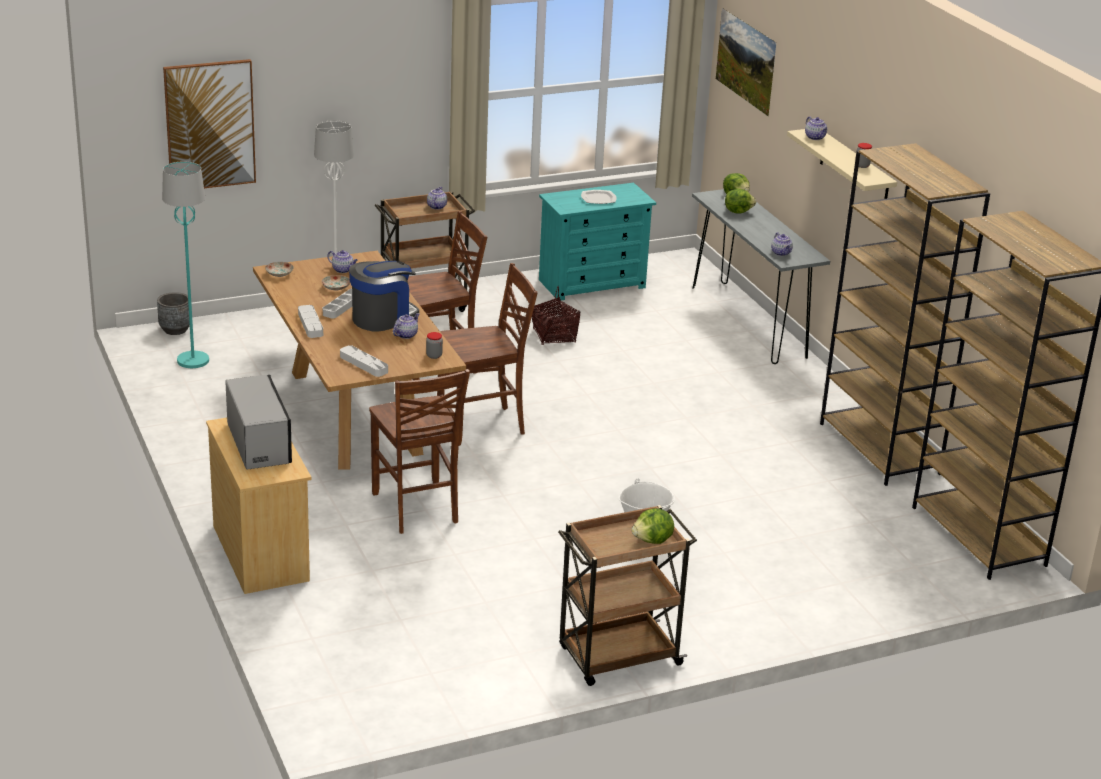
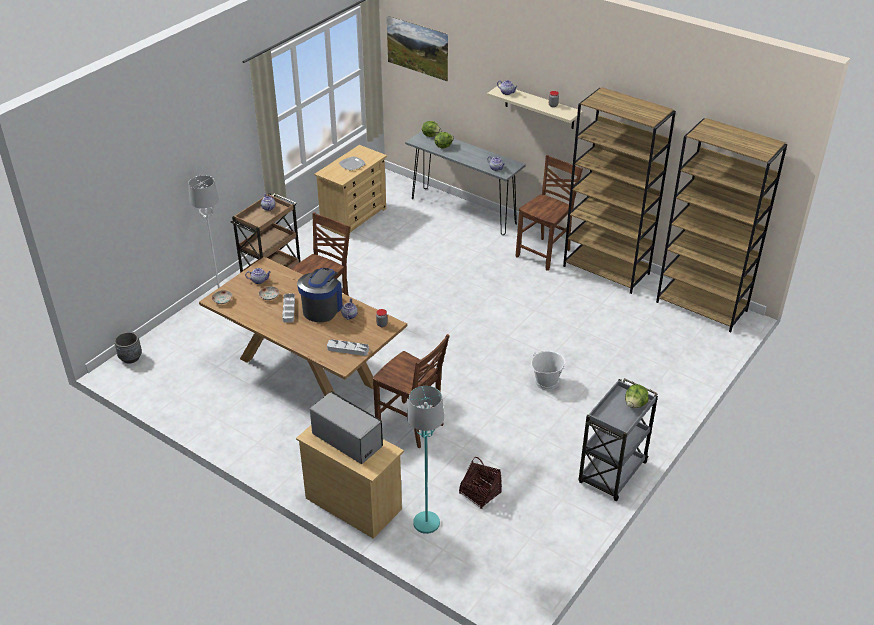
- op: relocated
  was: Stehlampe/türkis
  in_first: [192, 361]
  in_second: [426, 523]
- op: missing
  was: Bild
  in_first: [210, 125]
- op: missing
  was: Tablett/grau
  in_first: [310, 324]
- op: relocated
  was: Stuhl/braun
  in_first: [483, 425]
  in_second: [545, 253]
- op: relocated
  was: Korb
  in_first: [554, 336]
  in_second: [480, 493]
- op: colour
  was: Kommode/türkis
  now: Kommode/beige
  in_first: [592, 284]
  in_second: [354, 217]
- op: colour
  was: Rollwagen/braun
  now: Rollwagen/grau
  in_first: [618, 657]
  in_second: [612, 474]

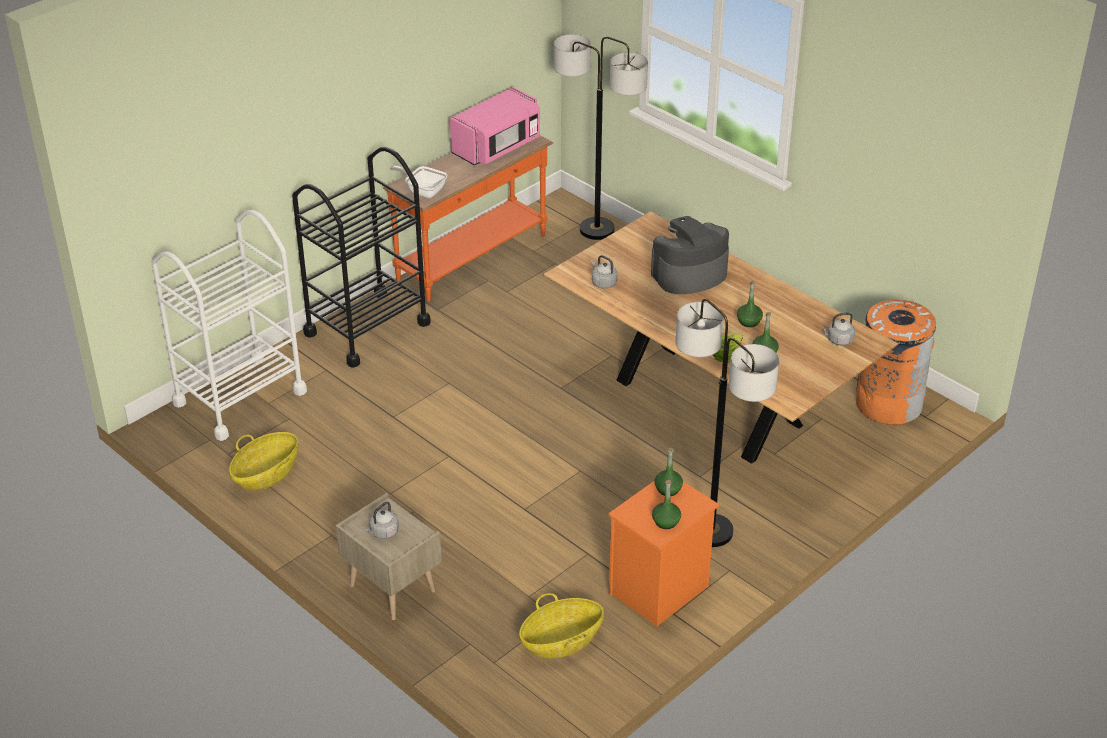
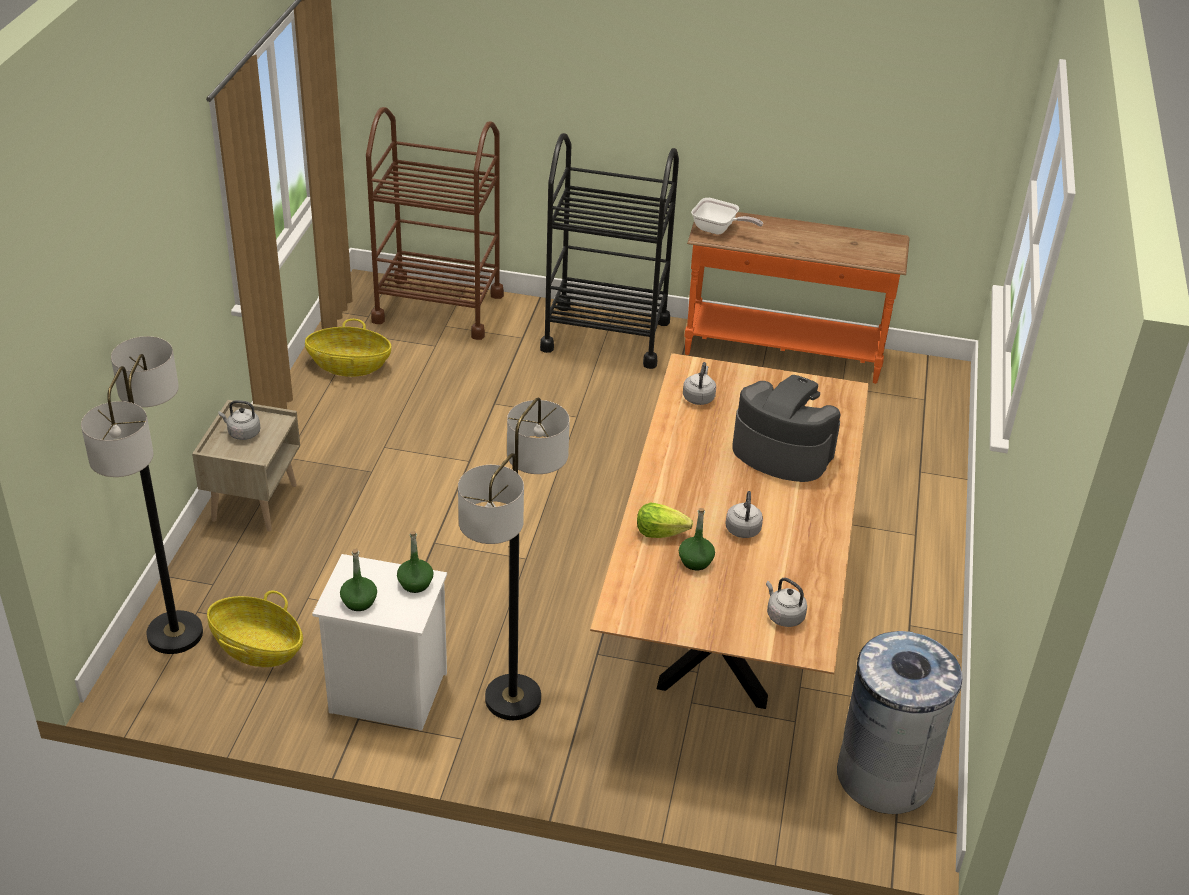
- op: colour
  was: Rollwagen/weiß
  now: Rollwagen/braun
  in_first: [239, 397]
  in_second: [438, 308]
- op: spun
  was: Pfanne
  in_first: [423, 191]
  in_second: [718, 230]
  clockwise: 120
- op: missing
  was: Mikrowelle/rosa
  in_first: [497, 147]
- op: relocated
  was: Stehlampe
  in_first: [596, 229]
  in_second: [175, 634]
- op: colour
  was: Nachttisch/orange
  now: Nachttisch/weiß
  in_first: [659, 591]
  in_second: [385, 693]
- op: exchanged
  was: Flasche/grün
  now: Wasserkessel/grau
  in_first: [749, 321]
  in_second: [743, 528]
- op: colour
  was: Mülleimer/orange
  now: Mülleimer/grau
  in_first: [888, 403]
  in_second: [884, 775]

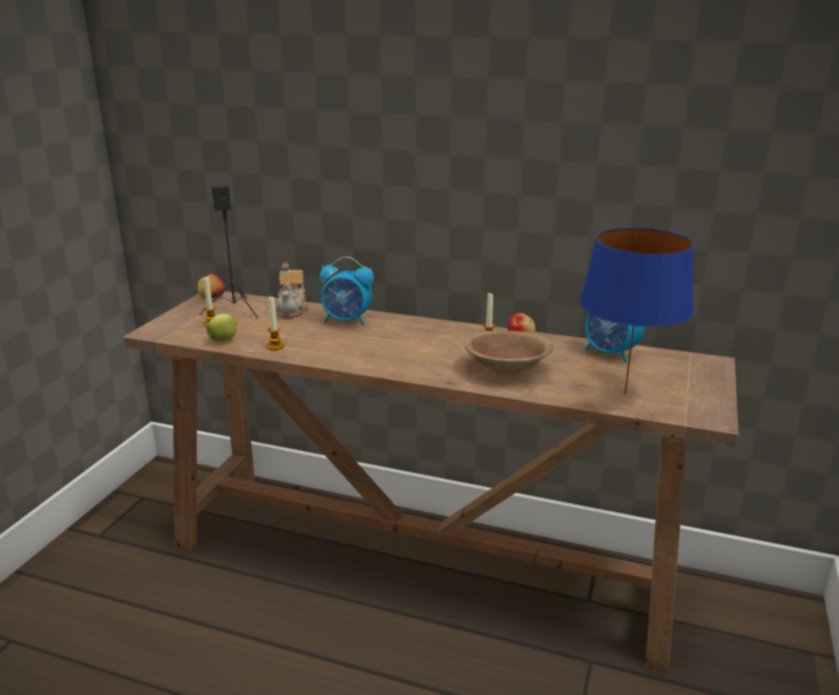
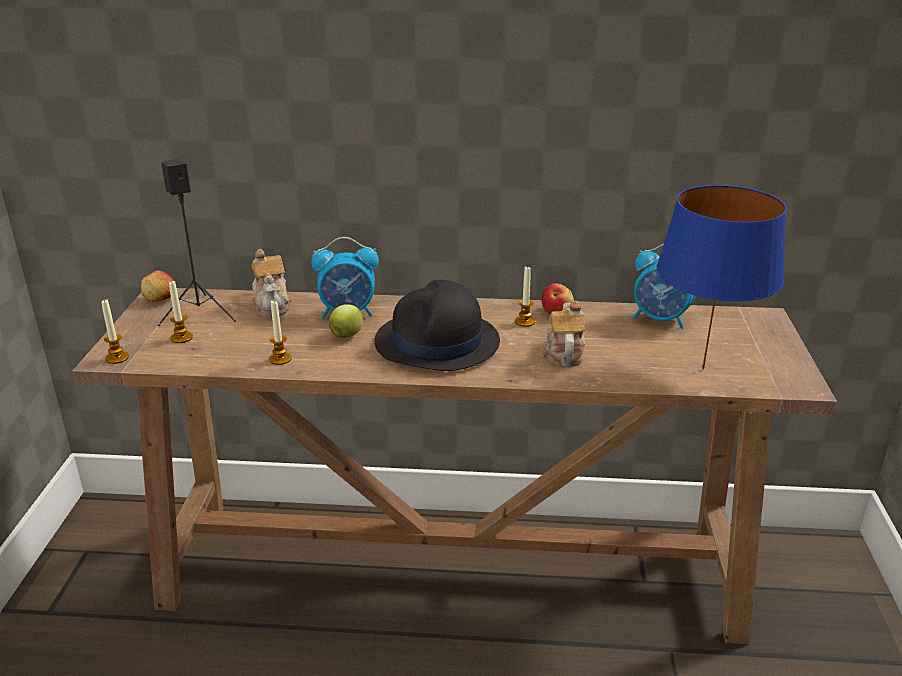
- op: relocated
  was: Apfel
  in_first: [224, 340]
  in_second: [347, 335]
- op: exchanged
  was: Schüssel/braun
  now: Teekanne
  in_first: [506, 368]
  in_second: [563, 353]
- op: appeared
  now: Kerze
  in_second: [117, 358]
- op: appeared
  now: Hut/schwarz
  in_second: [437, 343]

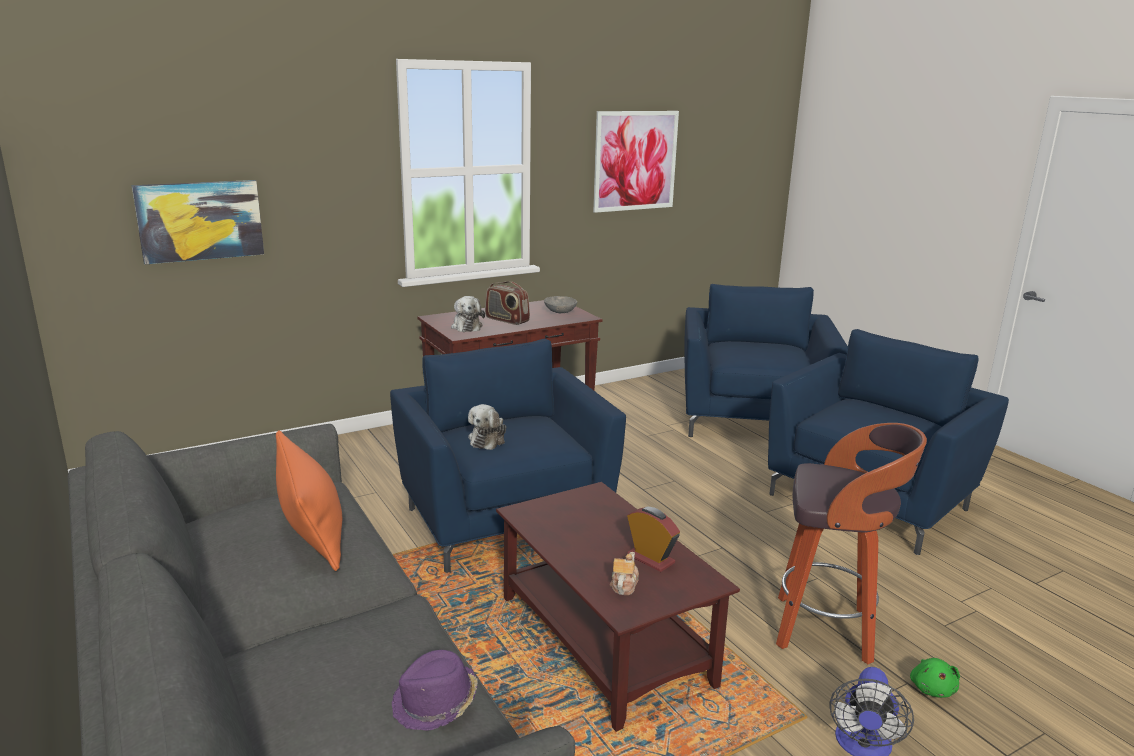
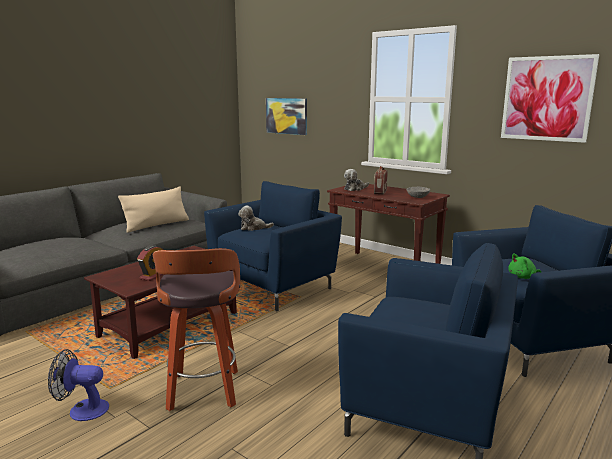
- op: colour
  was: Kissen/orange
  now: Kissen/beige
  in_first: [312, 531]
  in_second: [157, 225]
- op: missing
  was: Hut/lila
  in_first: [435, 703]
- op: missing
  was: Teekanne
  in_first: [624, 585]
- op: relocated
  was: Plüschtier/grün
  in_first: [932, 688]
  in_second: [523, 277]

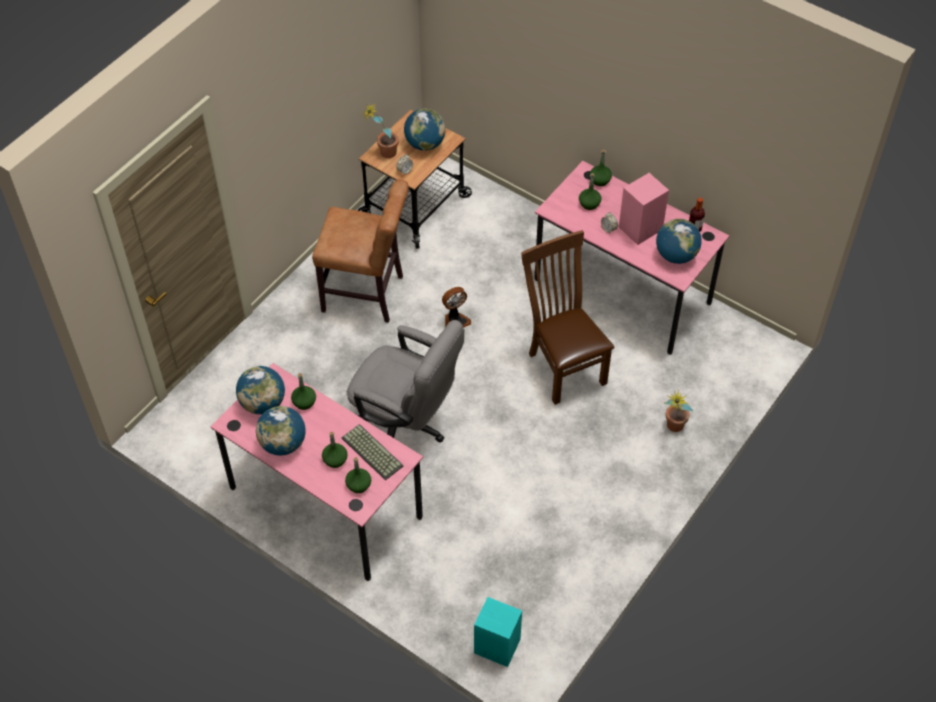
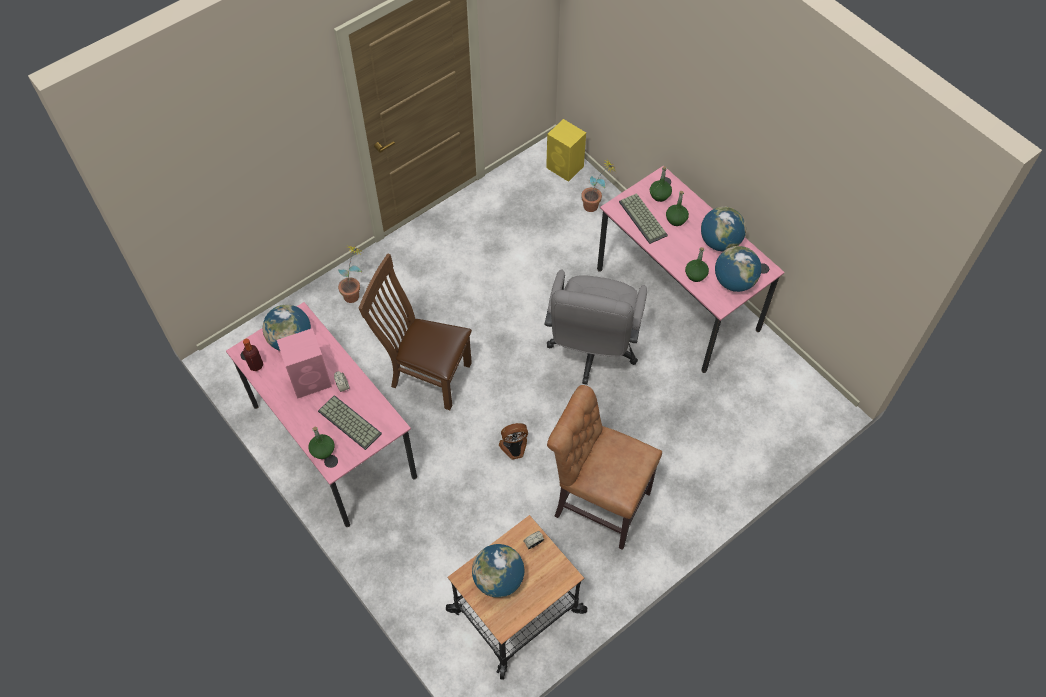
- op: spun
  was: Bürostuhl/grau
  in_first: [405, 425]
  in_second: [591, 351]
  clockwise: -120
- op: relocated
  was: Topfpflanze
  in_first: [383, 153]
  in_second: [595, 205]
- op: colour
  was: Lautsprecher/türkis
  now: Lautsprecher/gelb
  in_first: [496, 645]
  in_second: [565, 167]
- op: spun
  was: Stuhl/braun
  in_first: [563, 365]
  in_second: [426, 375]
  clockwise: 120
- op: exchanged
  was: Flasche/grün
  now: Tastatur
  in_first: [589, 203]
  in_second: [348, 423]

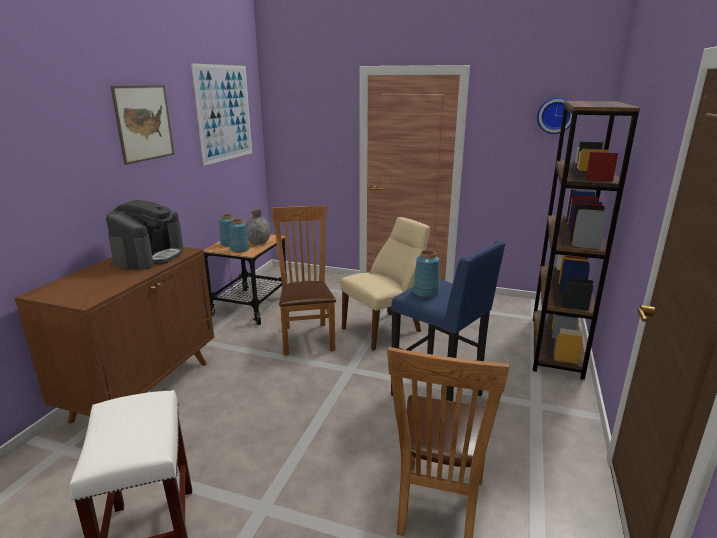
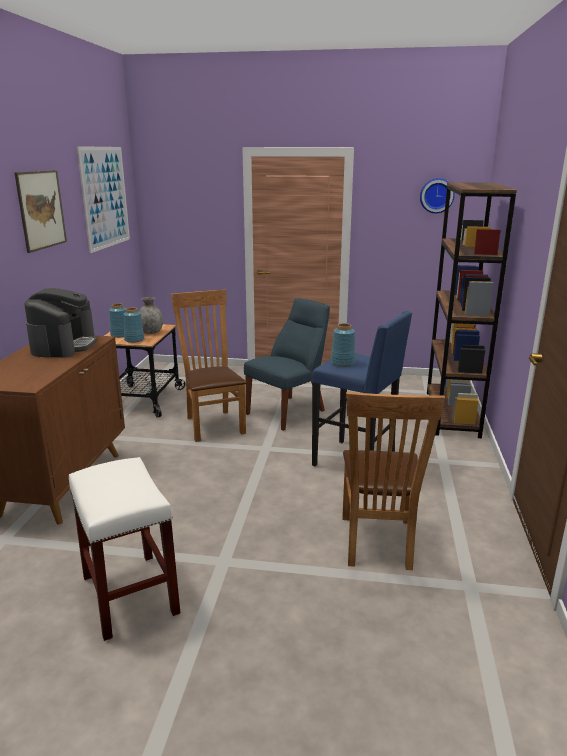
- op: colour
  was: Stuhl/beige
  now: Stuhl/blau
  in_first: [385, 329]
  in_second: [289, 411]

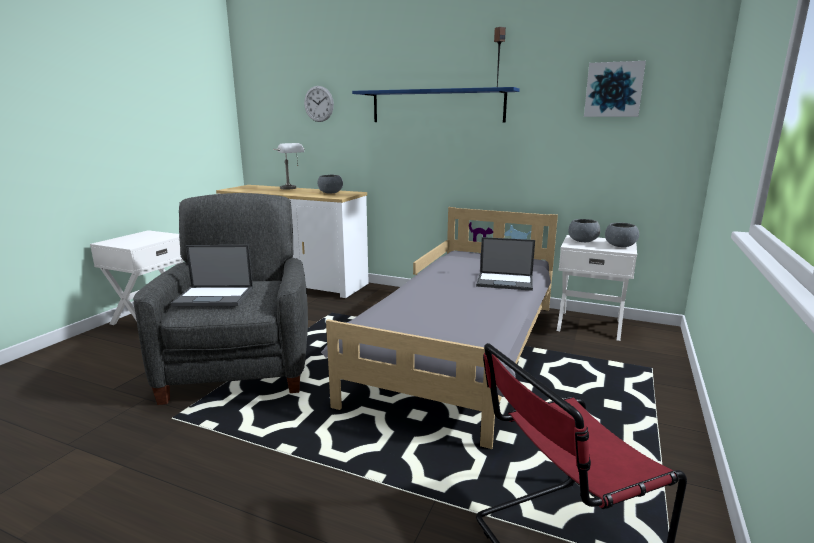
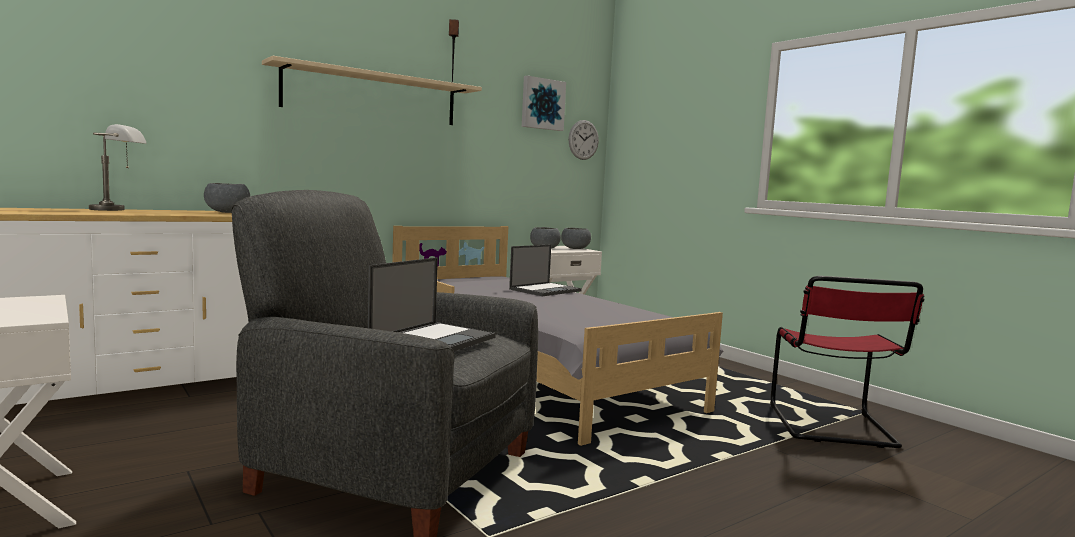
- op: relocated
  was: Wanduhr
  in_first: [318, 104]
  in_second: [583, 140]
- op: colour
  was: Wandregal/blau
  now: Wandregal/beige
  in_first: [437, 106]
  in_second: [372, 96]

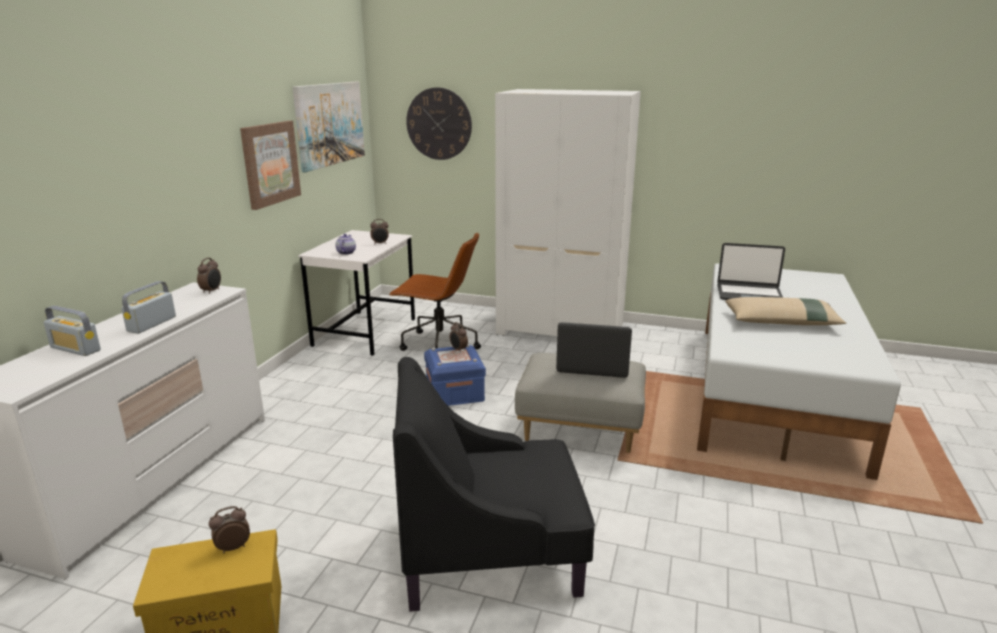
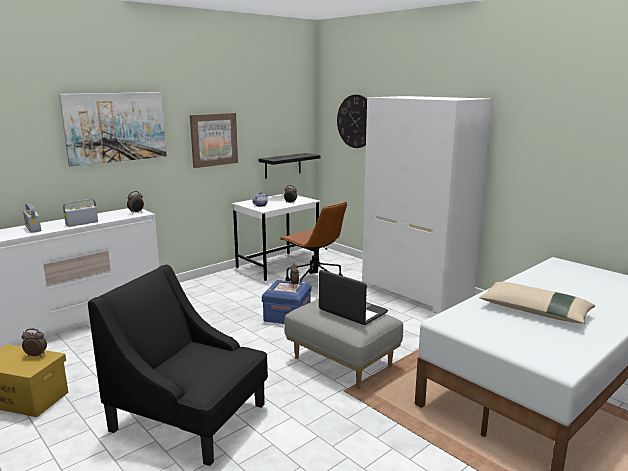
- op: relocated
  was: Bild
  in_first: [329, 124]
  in_second: [116, 127]
- op: missing
  was: Laptop
  in_first: [749, 294]
- op: appeared
  now: Wandregal/schwarz
  in_second: [283, 165]

